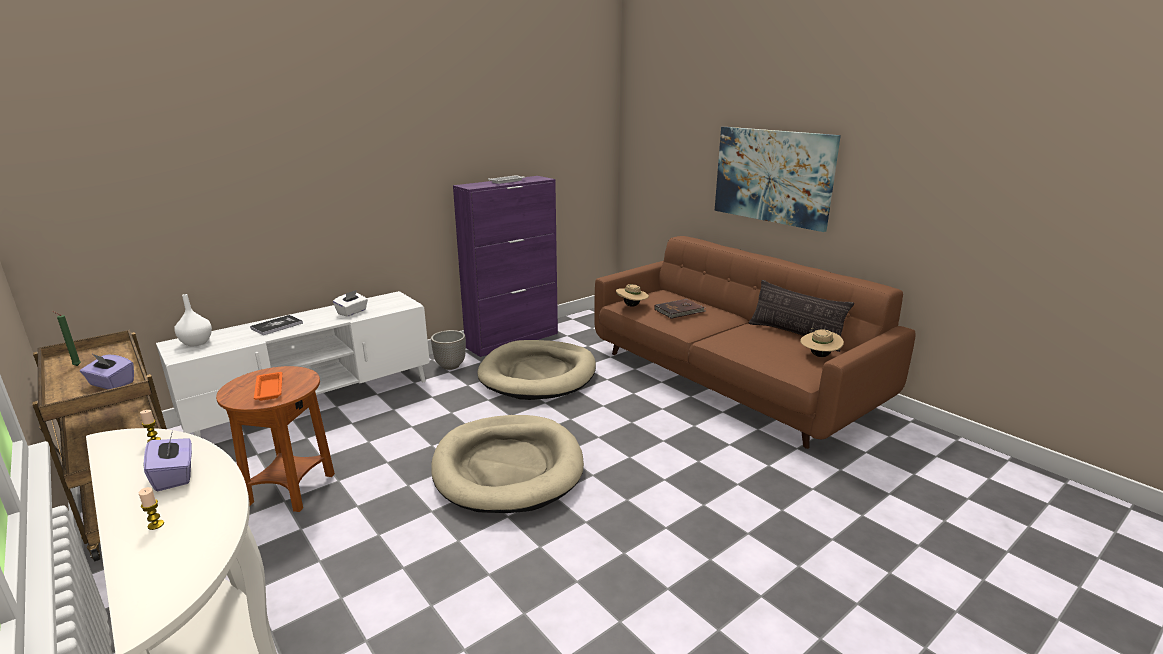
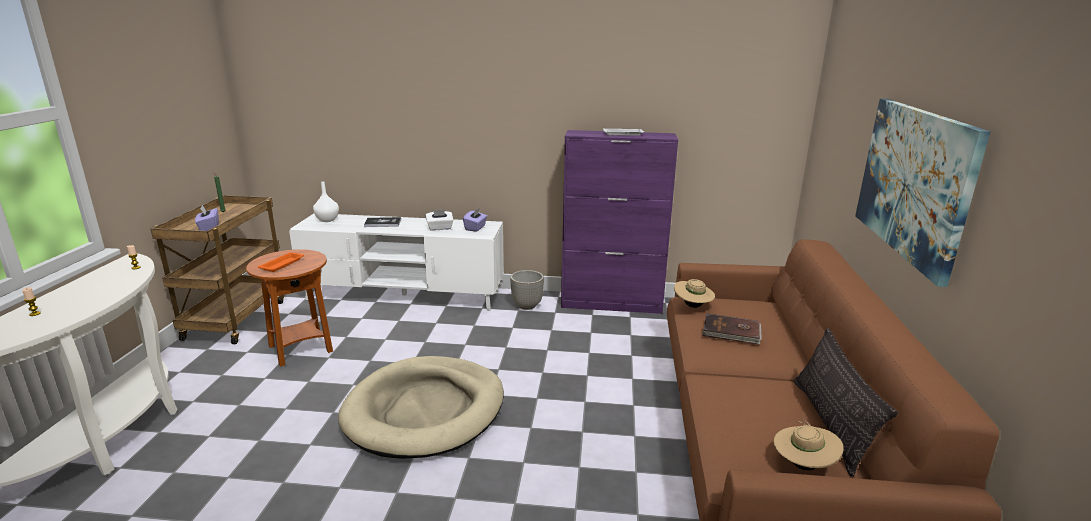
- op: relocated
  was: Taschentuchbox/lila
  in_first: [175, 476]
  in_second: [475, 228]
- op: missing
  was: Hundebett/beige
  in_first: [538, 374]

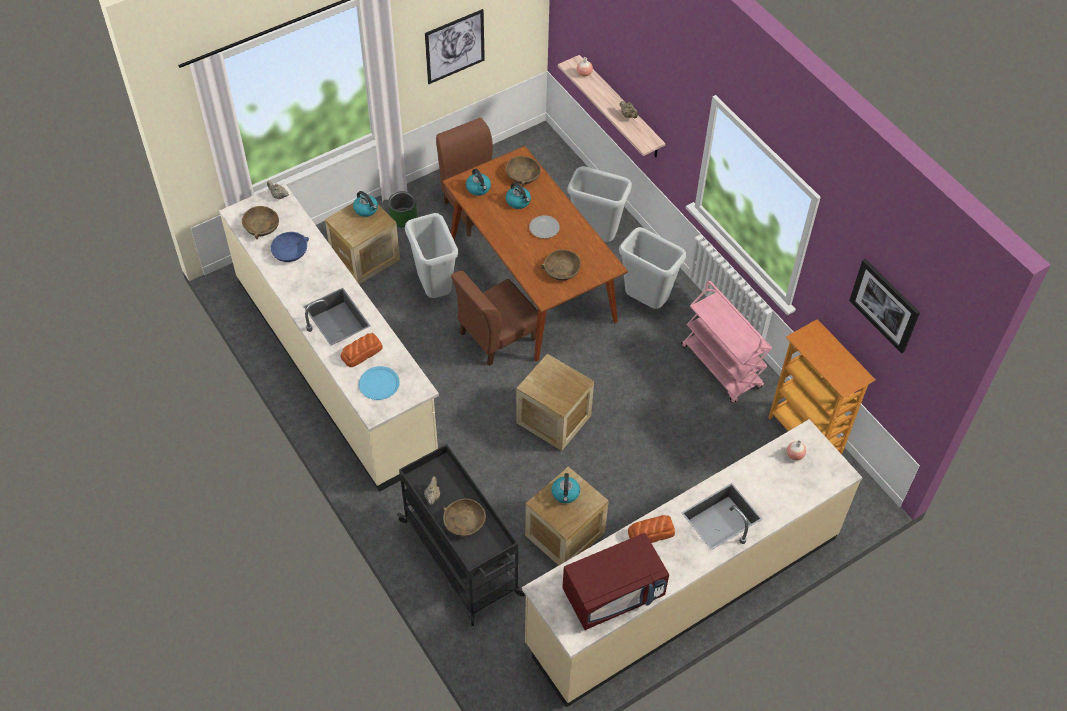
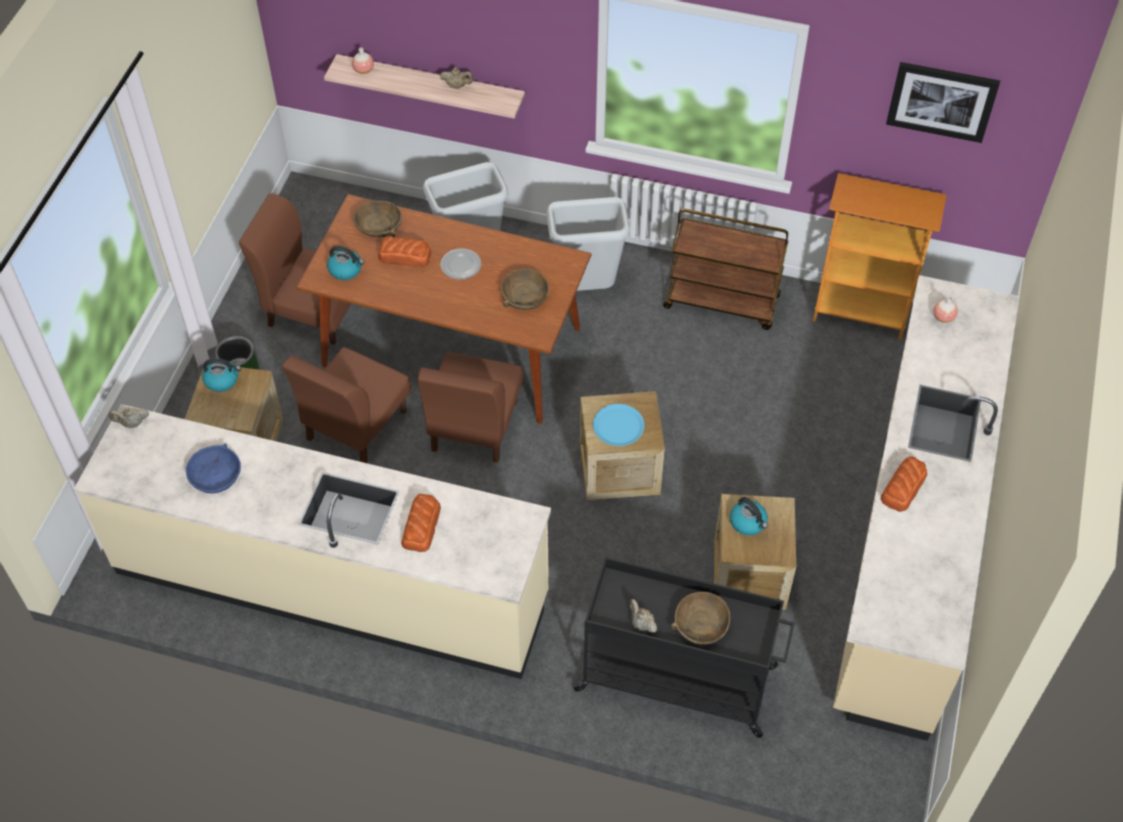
- op: missing
  was: Schüssel/braun
  in_first: [261, 226]
- op: relocated
  was: Teller/blau
  in_first: [379, 383]
  in_second: [618, 425]
- op: exchanged
  was: Mülleimer/grau
  now: Stuhl/braun
  in_first: [434, 289]
  in_second: [355, 425]
- op: missing
  was: Bild
  in_first: [455, 46]
- op: exchanged
  was: Wasserkessel
  now: Brot
  in_first: [518, 201]
  in_second: [404, 256]
- op: missing
  was: Mikrowelle/rot
  in_first: [613, 593]
- op: colour
  was: Rollwagen/rosa
  now: Rollwagen/braun
  in_first: [722, 367]
  in_second: [722, 302]

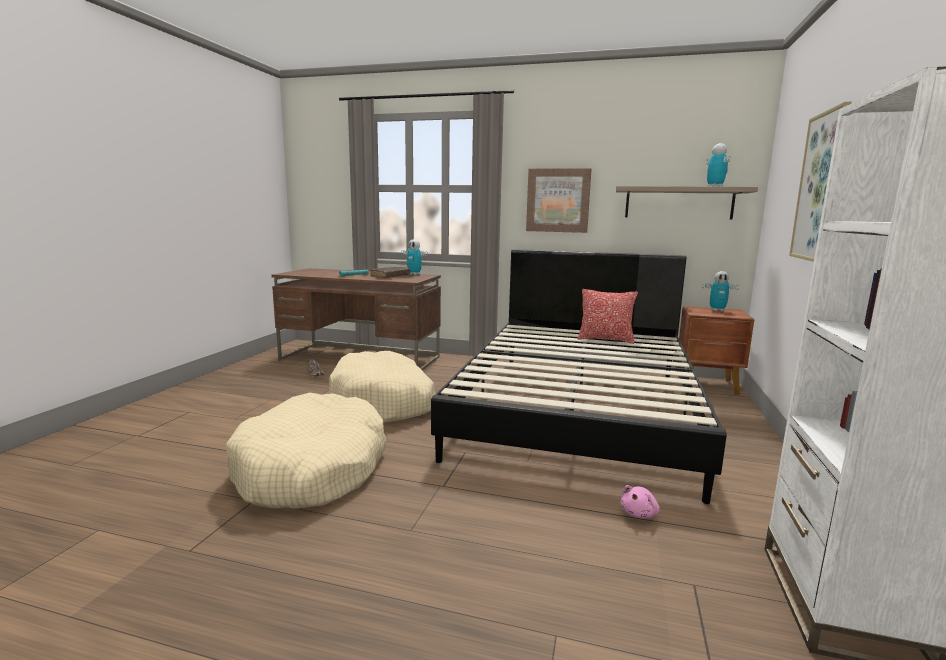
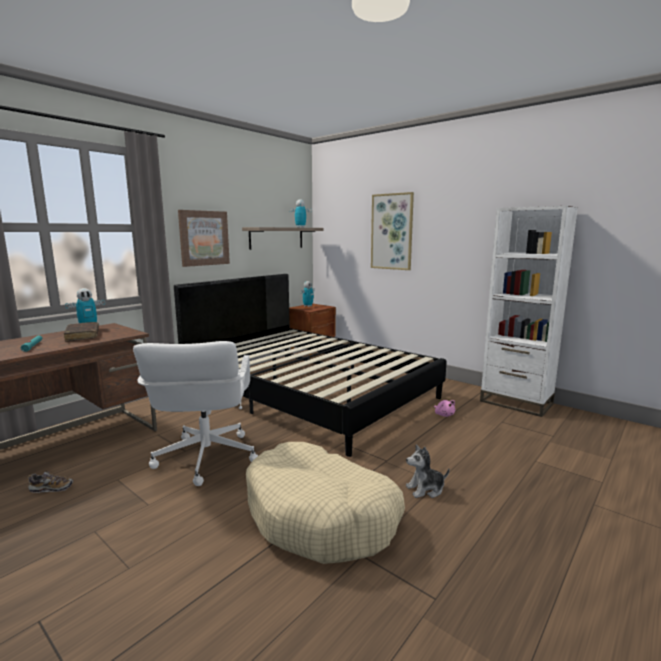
- op: exchanged
  was: Hundebett/beige
  now: Bürostuhl/weiß
  in_first: [384, 402]
  in_second: [205, 458]
- op: missing
  was: Kissen
  in_first: [605, 339]
- op: appeared
  now: Plüschtier
  in_second: [425, 489]

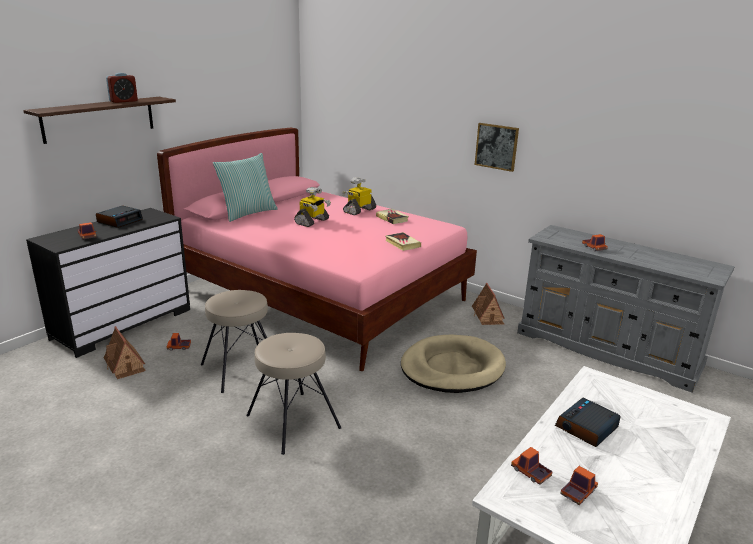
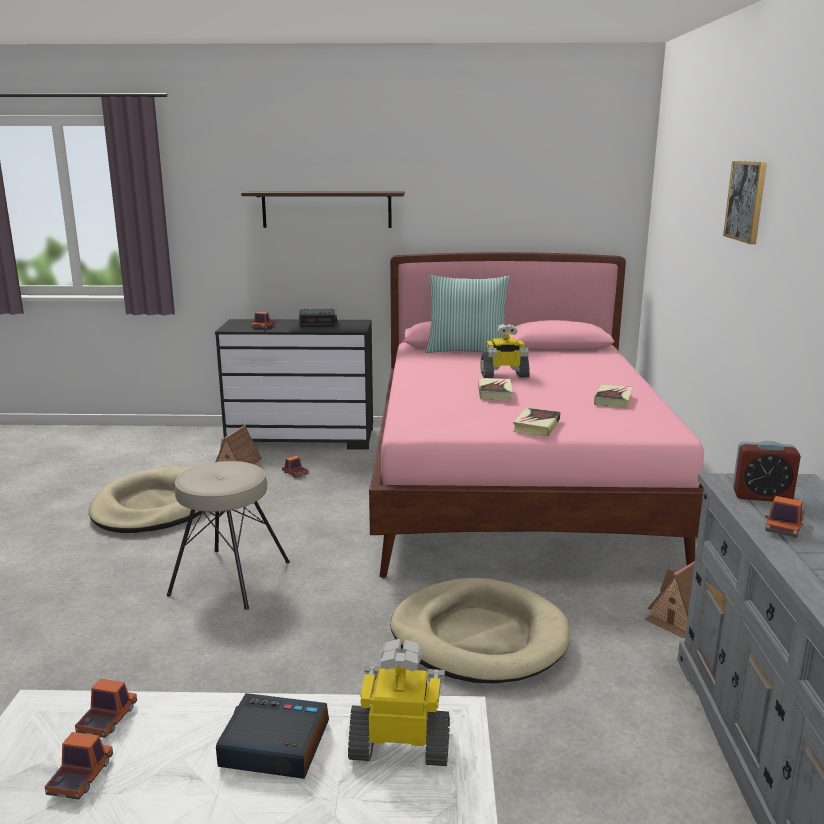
- op: relocated
  was: Wecker
  in_first: [123, 101]
  in_second: [761, 496]
- op: missing
  was: Hocker/beige
  in_first: [241, 368]
- op: relocated
  was: Spielzeugroboter
  in_first: [359, 210]
  in_second: [401, 745]
- op: relocated
  was: Bild
  in_first: [496, 146]
  in_second: [746, 201]
- op: spun
  was: Spielzeuglaster
  in_first: [578, 492]
  in_second: [81, 777]
  clockwise: -90
- op: appeared
  now: Hundebett/beige
  in_second: [156, 506]
- op: appeared
  now: Buch
  in_second: [495, 393]

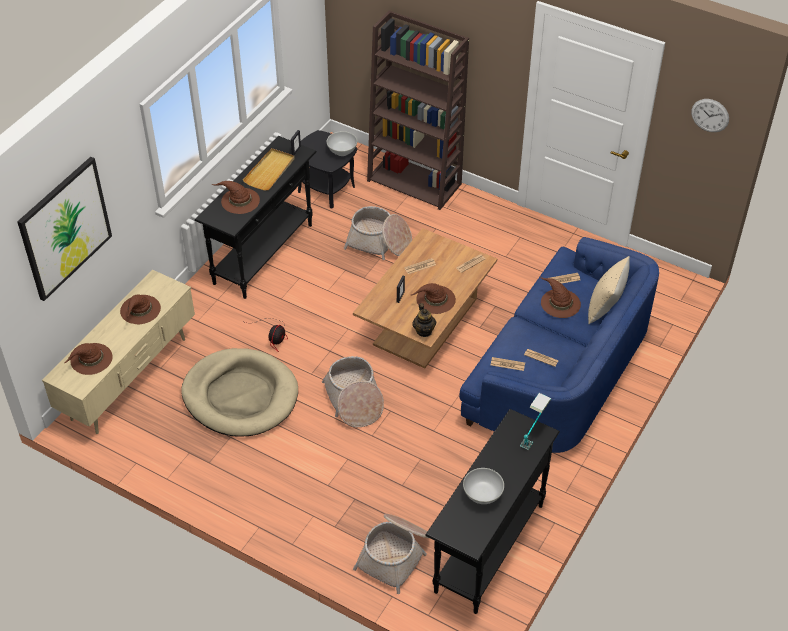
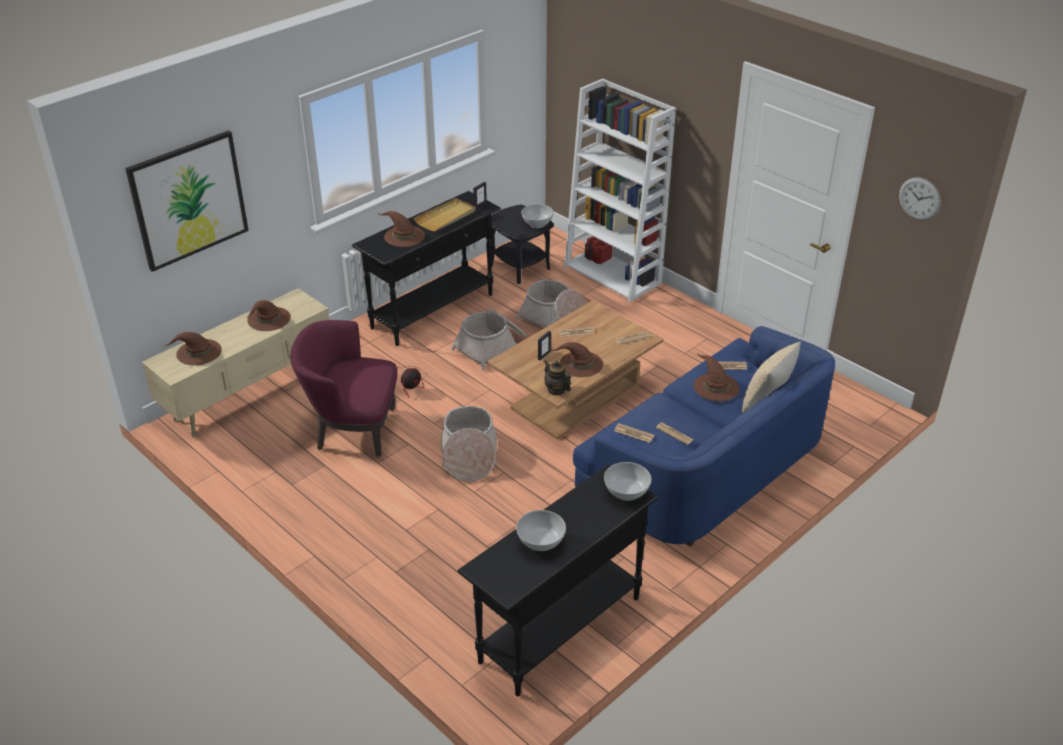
- op: exchanged
  was: Hundebett/beige
  now: Sessel/lila
  in_first: [240, 396]
  in_second: [352, 430]
- op: relocated
  was: Korb
  in_first: [395, 554]
  in_second: [492, 347]
- op: colour
  was: Bücherregal/braun
  now: Bücherregal/weiß
  in_first: [415, 182]
  in_second: [613, 275]
- op: spun
  was: Teekanne
  in_first: [424, 331]
  in_second: [556, 390]
  clockwise: 135
- op: exchanged
  was: Tischlampe
  now: Schüssel/weiß
  in_first: [533, 433]
  in_second: [626, 493]

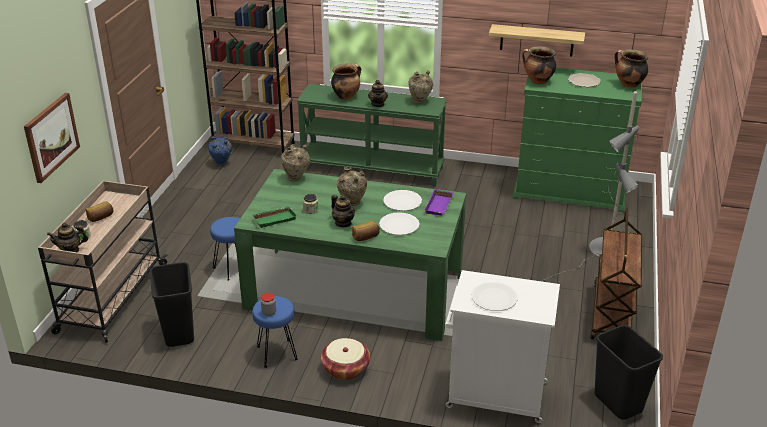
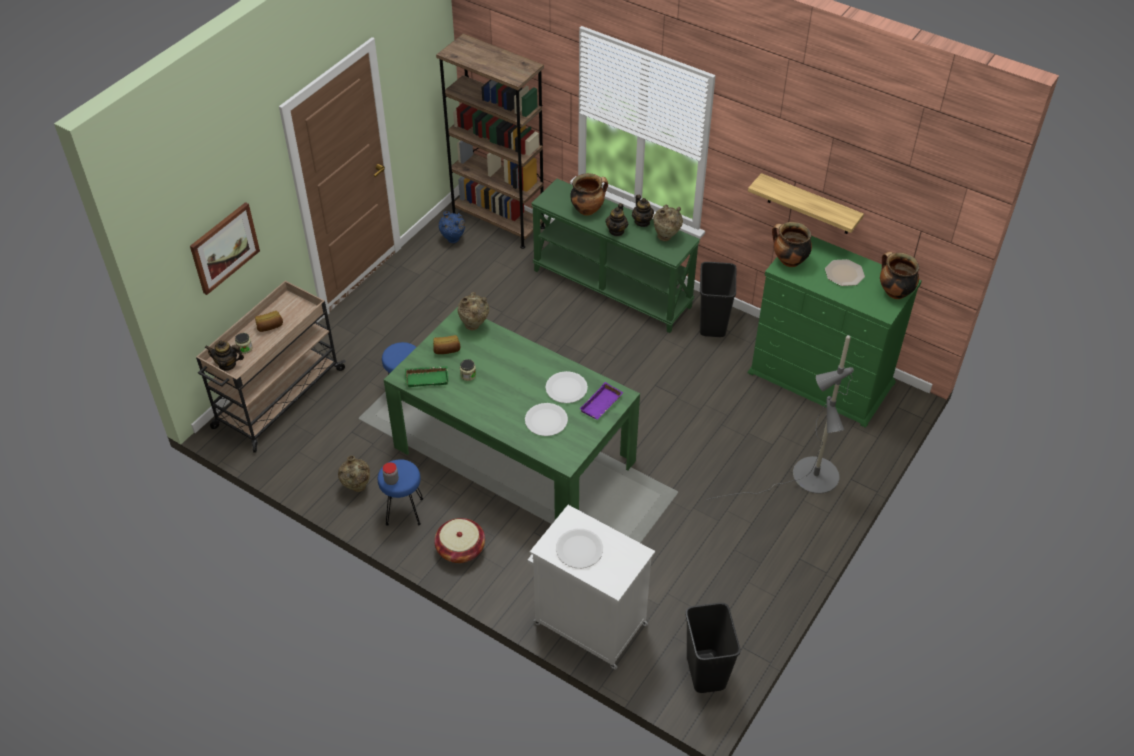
- op: relocated
  was: Mülleimer/schwarz
  in_first: [179, 333]
  in_second: [713, 324]
- op: relocated
  was: Teekanne
  in_first: [343, 223]
  in_second: [642, 222]
- op: relocated
  was: Vase/beige
  in_first: [352, 204]
  in_second: [357, 488]
- op: relocated
  was: Brot
  in_first: [366, 237]
  in_second: [446, 350]
- op: missing
  was: Rollwagen/braun
  in_first: [612, 315]

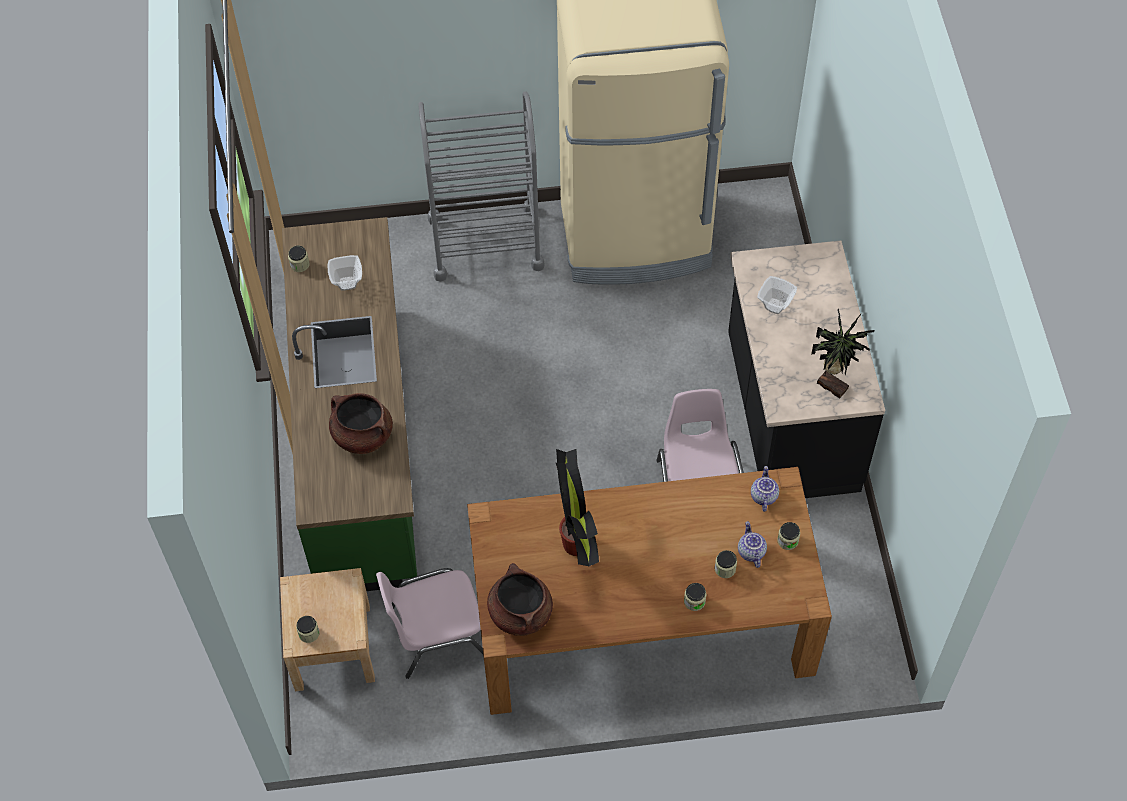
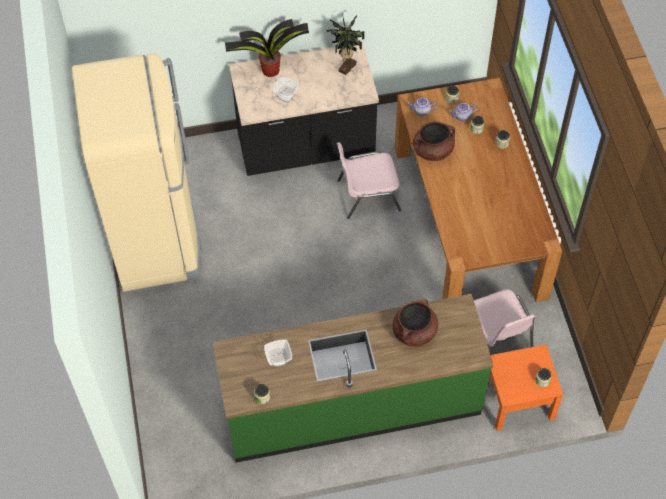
- op: colour
  was: Nachttisch/beige
  now: Nachttisch/orange
  in_first: [332, 647]
  in_second: [517, 400]
- op: missing
  was: Rollwagen/grau
  in_first: [485, 242]
- op: relocated
  was: Kochtopf/braun
  in_first: [520, 613]
  in_second: [432, 151]
- op: relocated
  was: Topfpflanze
  in_first: [576, 542]
  in_second: [269, 70]

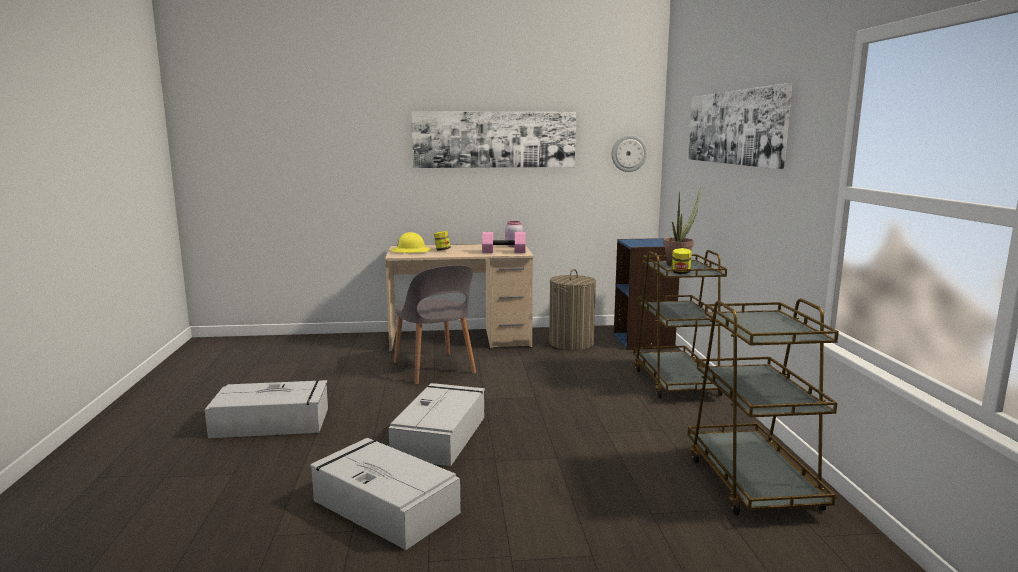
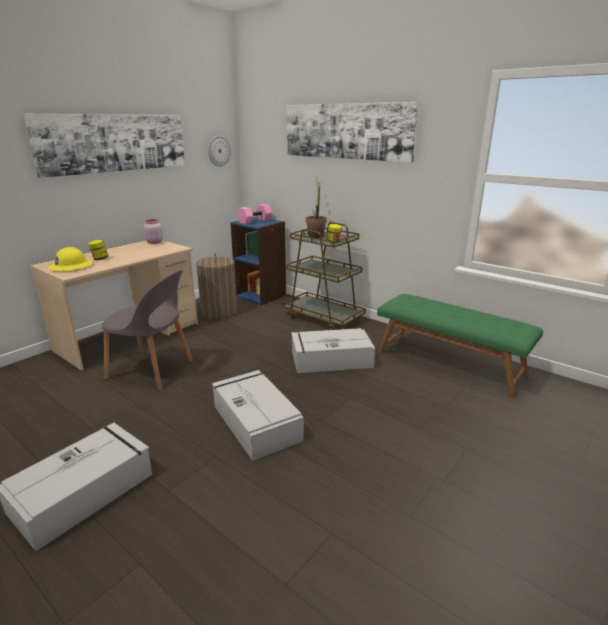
- op: relocated
  was: Aufbewahrungsbox/grau
  in_first: [384, 506]
  in_second: [330, 359]
- op: relocated
  was: Hantel/rosa
  in_first: [504, 251]
  in_second: [255, 221]
- op: exchanged
  was: Rollwagen/braun
  now: Bank/grün
  in_first: [752, 482]
  in_second: [449, 363]

